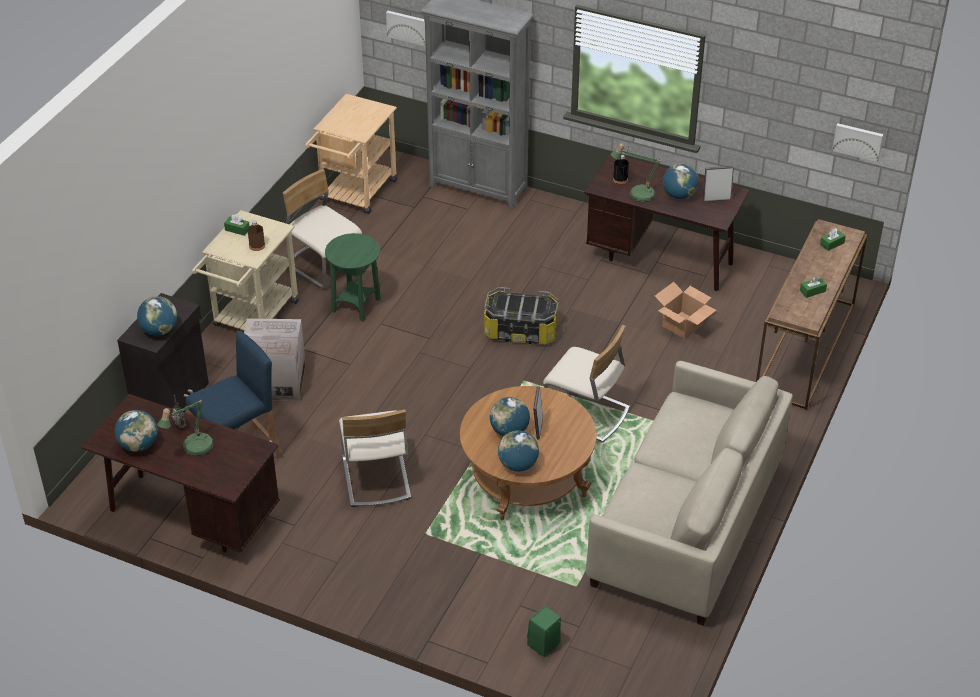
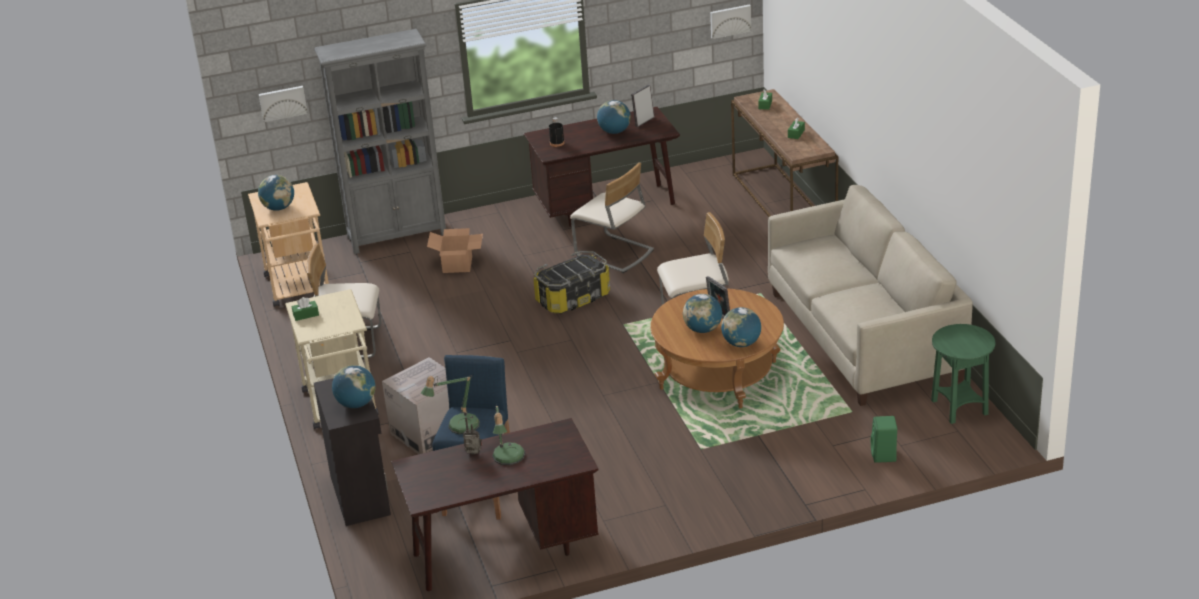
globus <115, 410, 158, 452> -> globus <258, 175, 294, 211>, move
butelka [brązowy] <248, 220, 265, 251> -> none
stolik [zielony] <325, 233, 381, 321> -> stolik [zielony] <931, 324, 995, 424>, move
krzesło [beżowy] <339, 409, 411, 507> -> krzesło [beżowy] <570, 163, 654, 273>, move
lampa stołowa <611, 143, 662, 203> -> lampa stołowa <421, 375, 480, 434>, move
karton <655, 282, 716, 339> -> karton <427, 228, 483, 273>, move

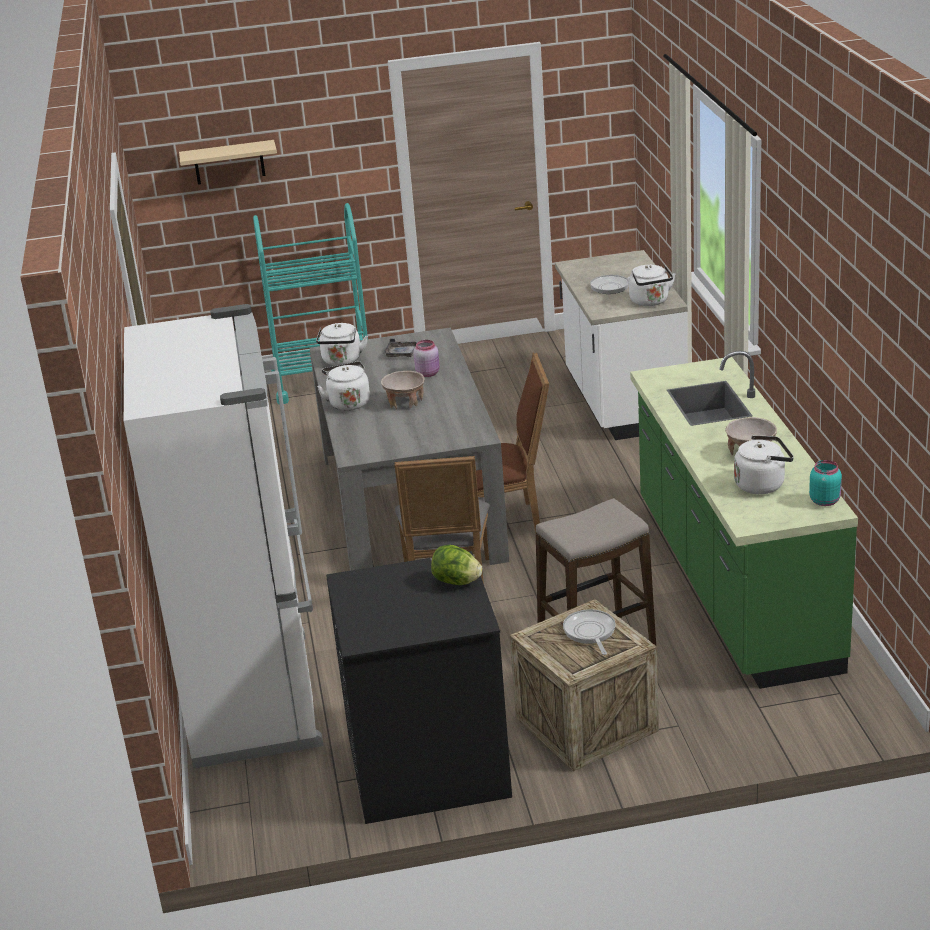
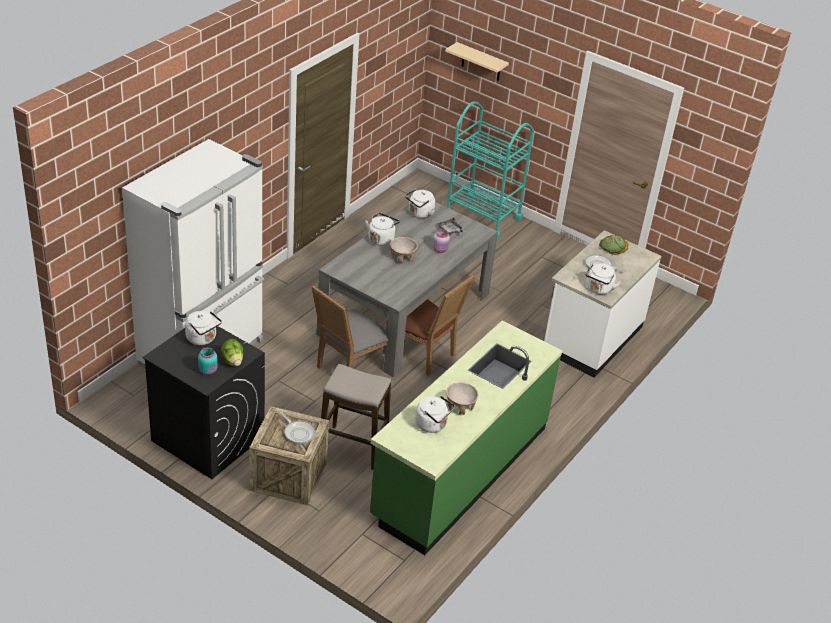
patelnia <563, 609, 615, 655> -> patelnia <280, 412, 316, 444>, 105 degrees clockwise
słoik [turkusowy] <809, 460, 842, 506> -> słoik [turkusowy] <198, 347, 218, 375>, move
none -> czajnik [biały] <185, 311, 222, 345>
none -> chleb <599, 235, 628, 255>

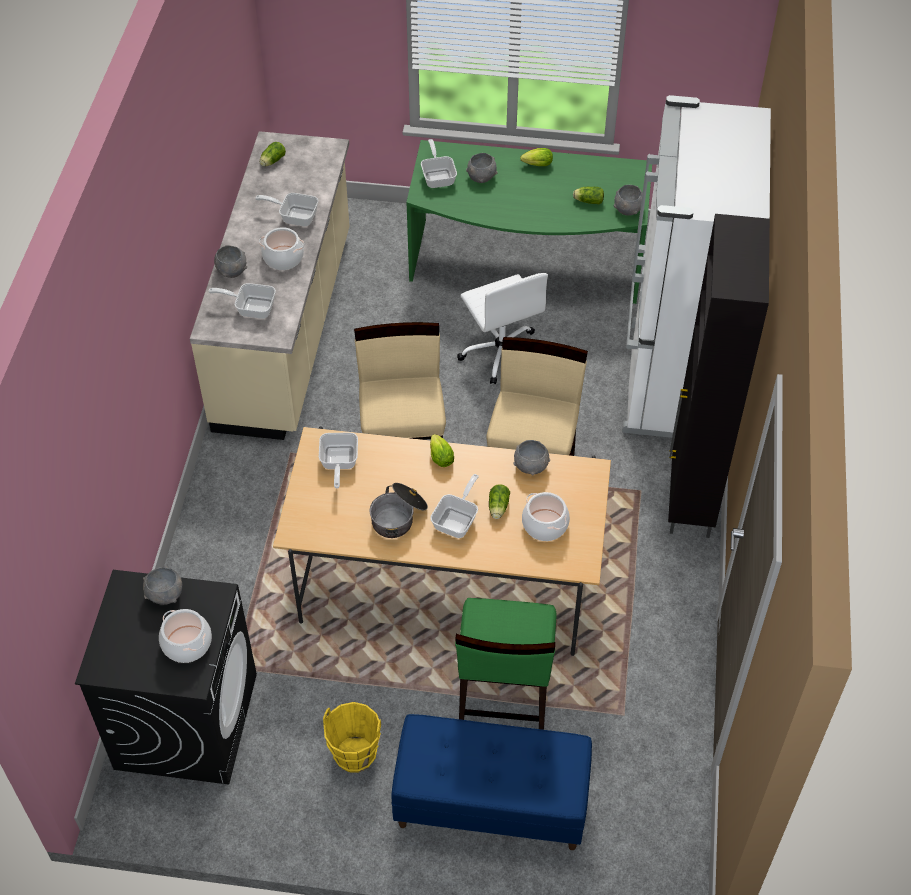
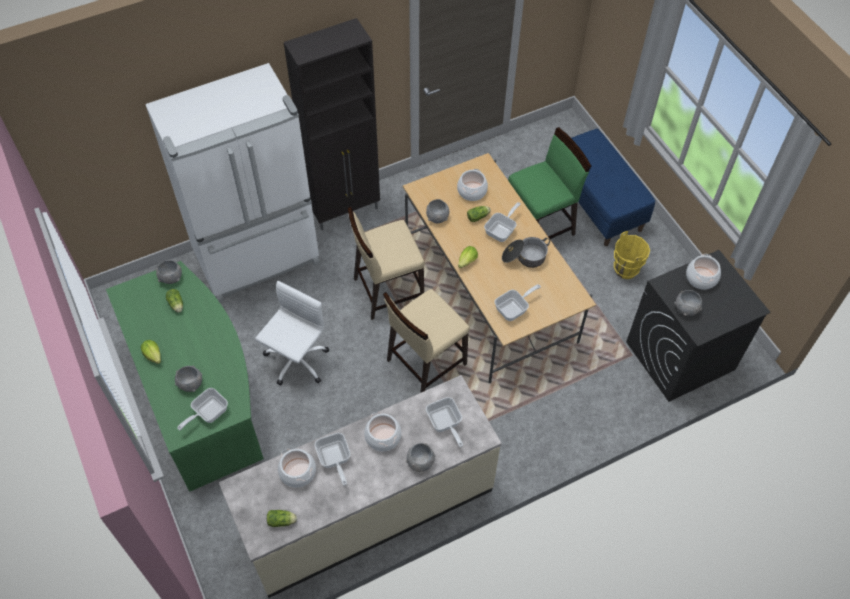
patelnia <430, 474, 479, 538> -> patelnia <484, 202, 521, 242>, 135 degrees clockwise
none -> garnek <278, 449, 316, 488>

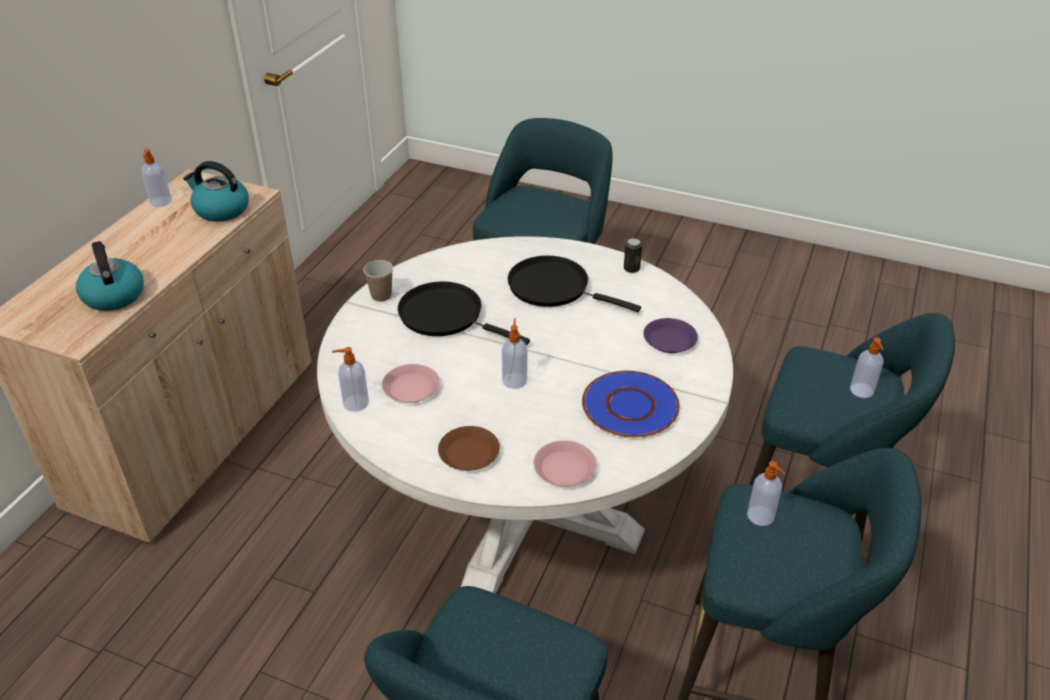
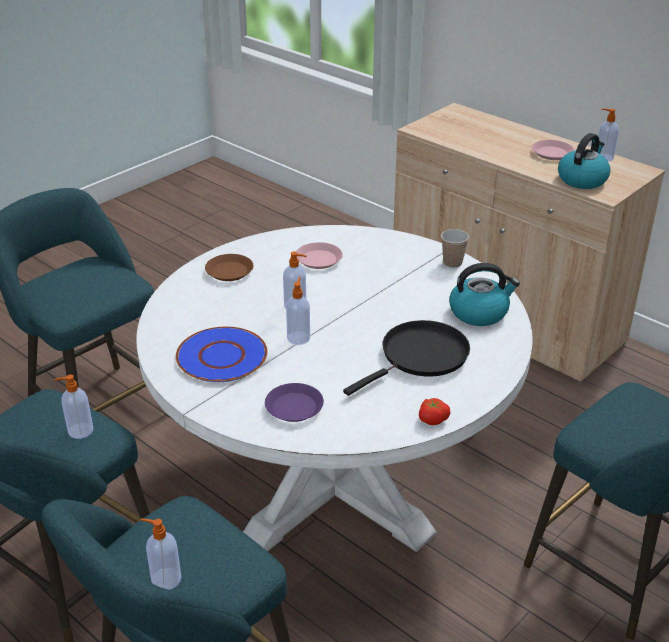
czajnik <76, 241, 144, 311> -> czajnik <449, 263, 520, 326>, move
dozownik mydła <332, 347, 369, 412> -> dozownik mydła <286, 276, 310, 345>, move
patelnia [czarny] <398, 281, 530, 345> -> none
talerz [różowy] <534, 440, 596, 487> -> talerz [różowy] <532, 140, 574, 160>, move
puszka <624, 238, 642, 273> -> pomidor <419, 398, 451, 425>

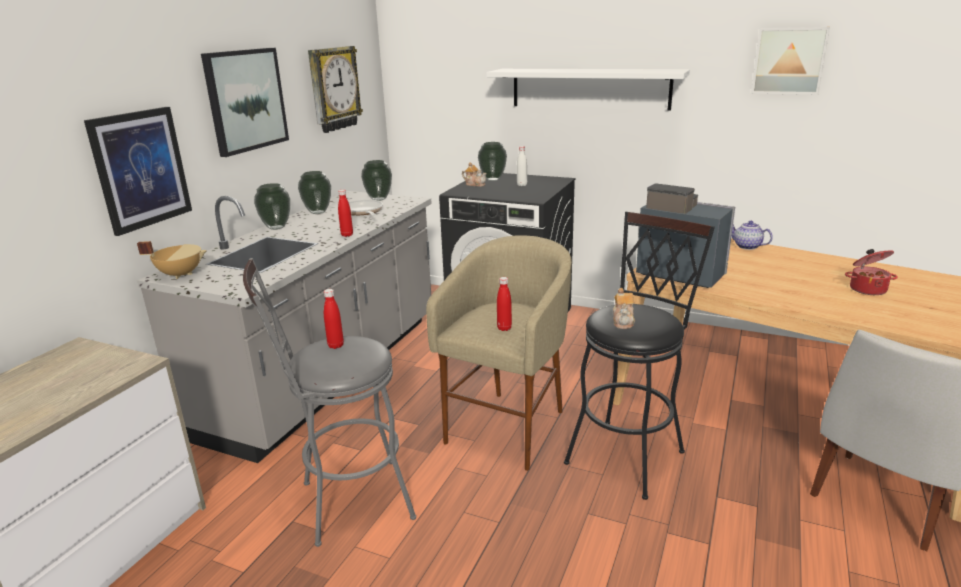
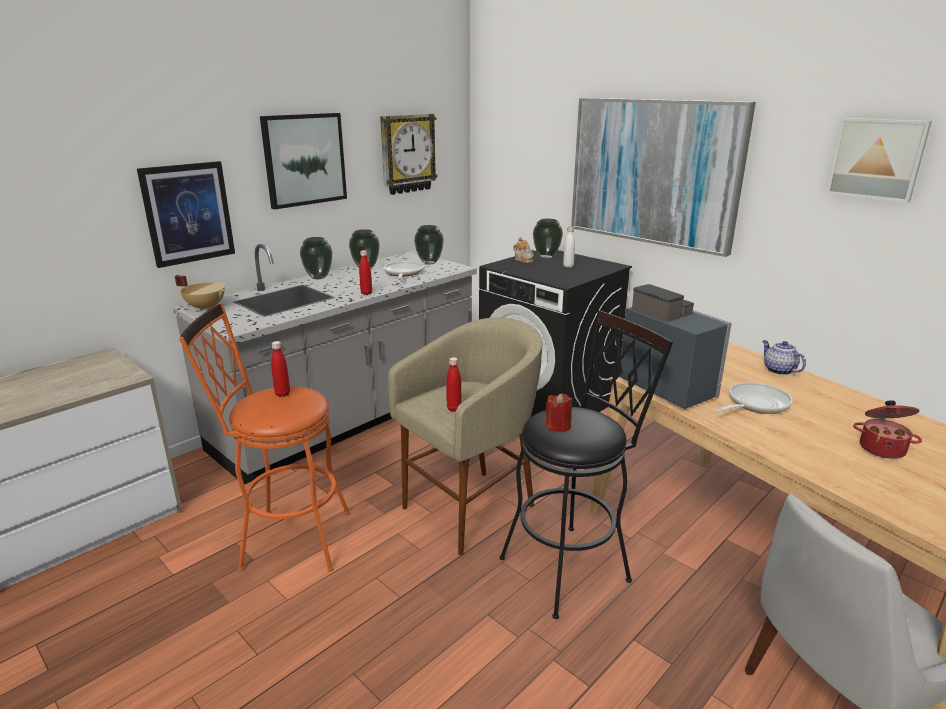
stołek [szary] <243, 258, 416, 547> -> stołek [pomarańczowy] <179, 303, 350, 572>
półka [biały] <486, 69, 690, 110> -> obraz <571, 98, 756, 257>
imbryk <613, 288, 635, 329> -> świeca [czerwony] <545, 393, 572, 433>
none -> patelnia <715, 382, 793, 414>

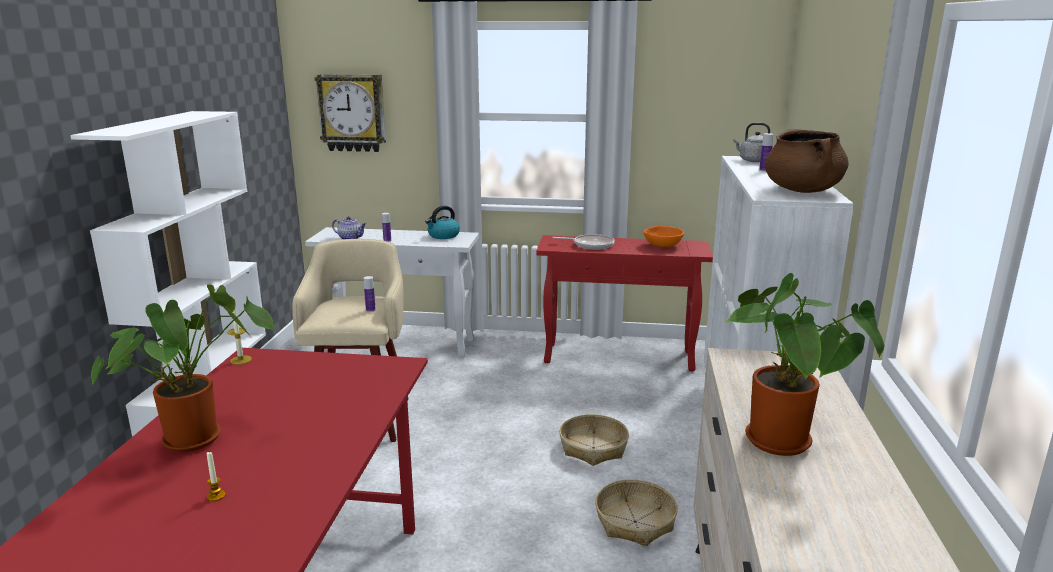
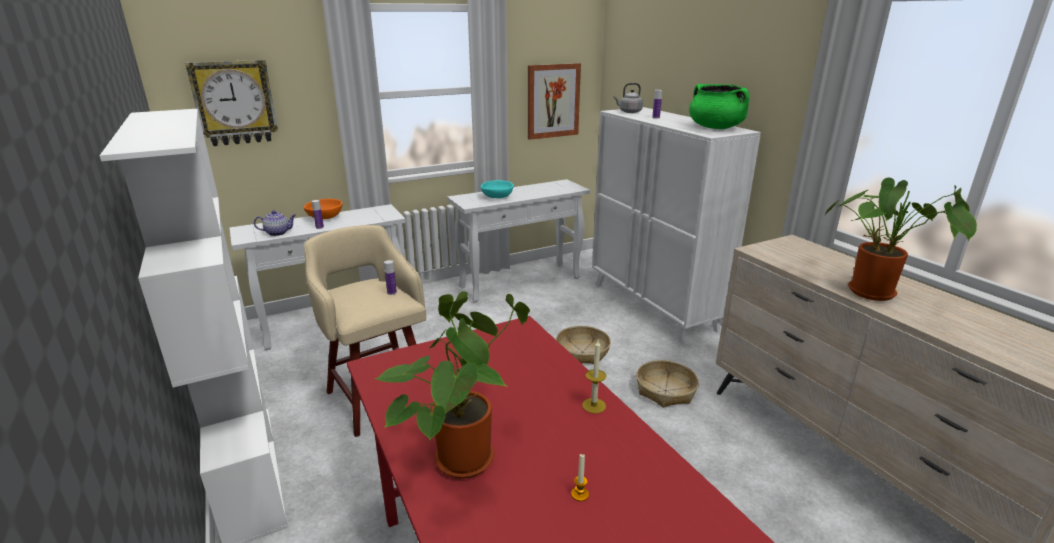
świeca <228, 304, 252, 365> -> świeca <582, 340, 606, 413>, move
czajnik <425, 206, 460, 239> -> none
stolik konsolowy [czerwony] <536, 235, 713, 371> -> stolik konsolowy [biały] <447, 179, 590, 302>
patelnia <552, 234, 615, 250> -> miska [turkusowy] <481, 180, 514, 198>
miska [pomarańczowy] <643, 226, 684, 247> -> miska [pomarańczowy] <304, 199, 343, 219>, move
garnek [brązowy] <765, 129, 848, 193> -> garnek [zielony] <689, 84, 749, 129>
none -> obraz <528, 63, 581, 140>

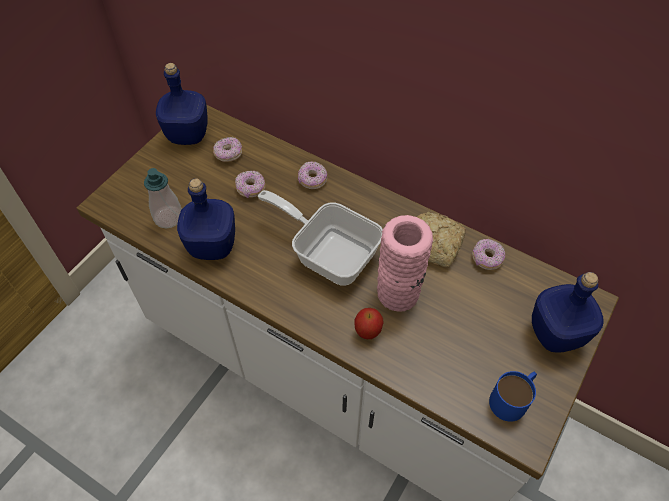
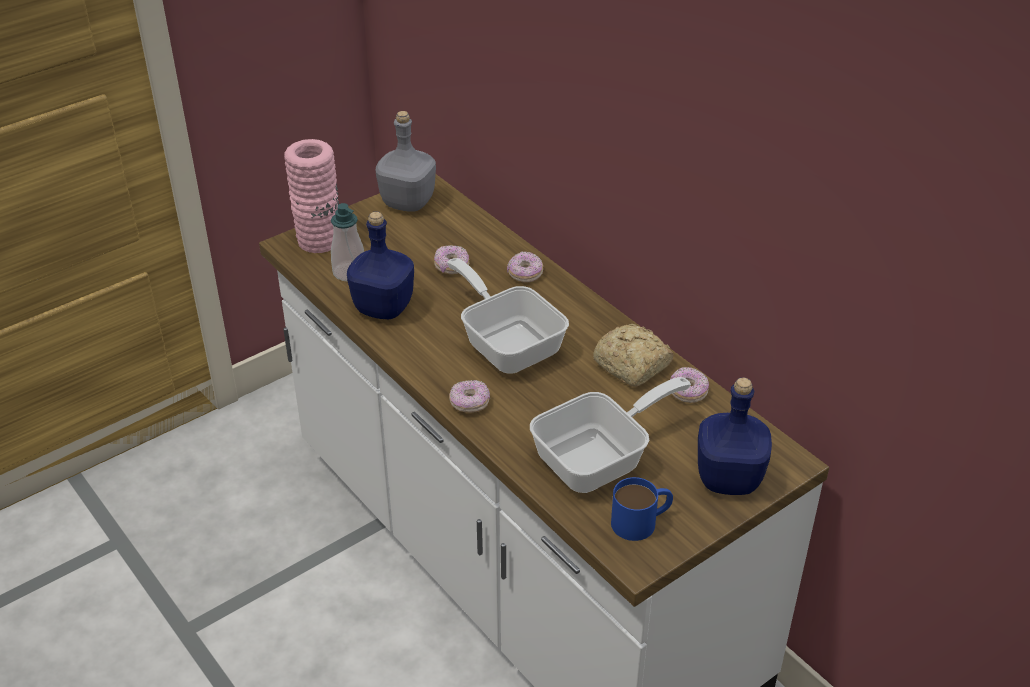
butelka [niebieski] <156, 63, 208, 145> -> butelka [szary] <376, 111, 436, 212>
donut <213, 137, 242, 162> -> donut <449, 380, 490, 413>, move
jabłko <354, 308, 383, 339> -> none
wazon [różowy] <377, 215, 433, 312> -> wazon [różowy] <284, 139, 339, 253>, move
none -> patelnia <530, 377, 691, 493>

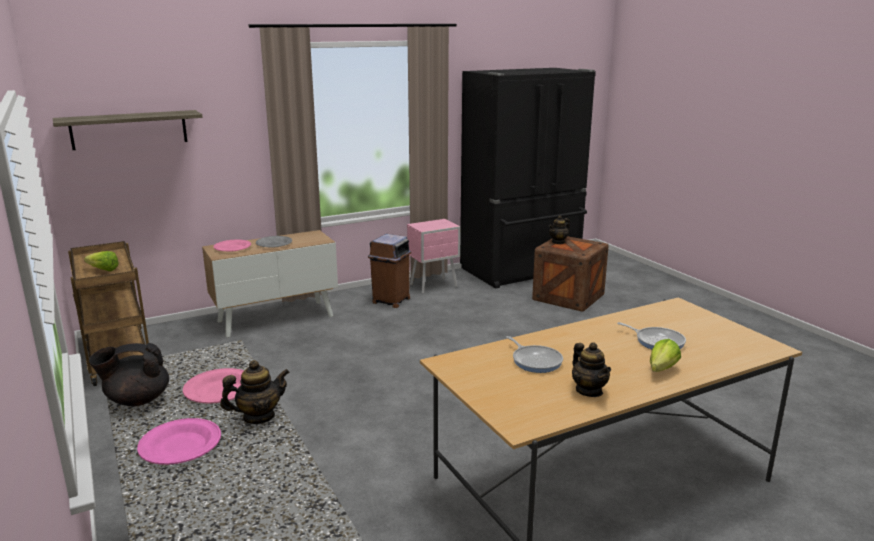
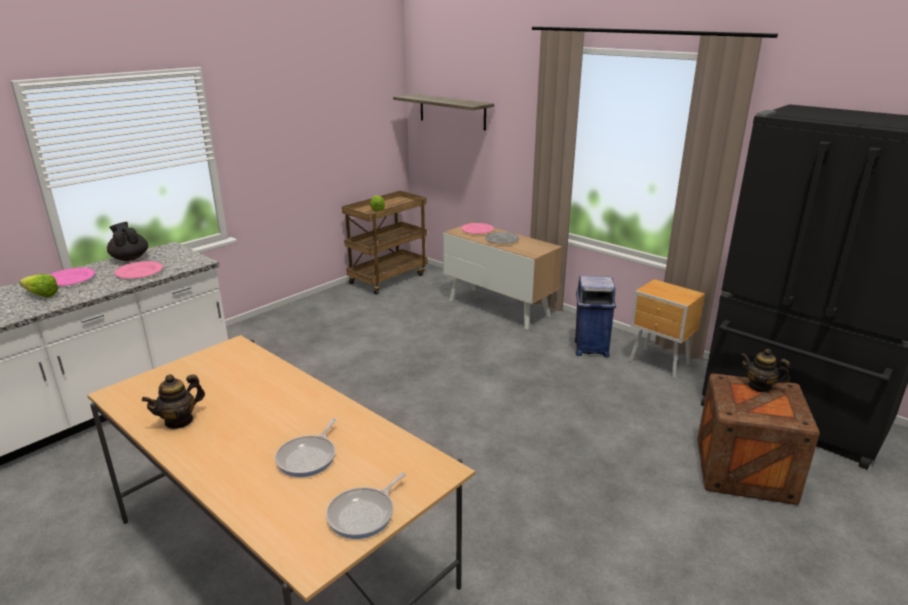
imbryk <220, 360, 290, 424> -> none
kosz na śmieci [brązowy] <368, 234, 411, 308> -> kosz na śmieci [niebieski] <575, 276, 616, 357>
szafka nocna [różowy] <407, 219, 461, 294> -> szafka nocna [brązowy] <629, 279, 705, 378>
patelnia <506, 336, 563, 373> -> patelnia <326, 472, 406, 539>, move
sałata <650, 339, 681, 372> -> sałata <19, 274, 59, 298>, move

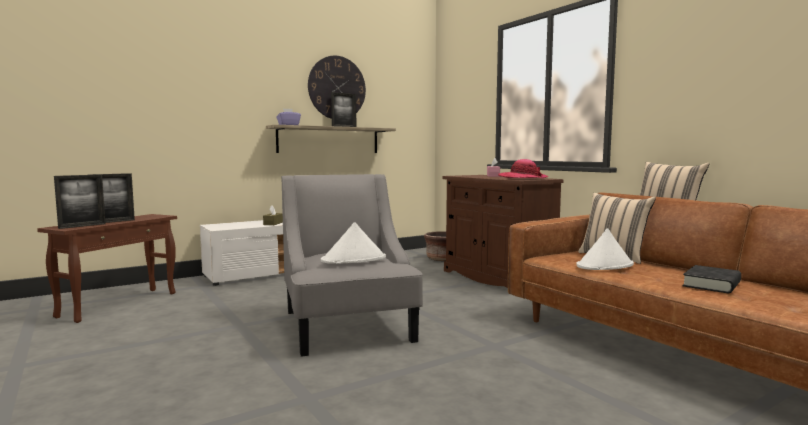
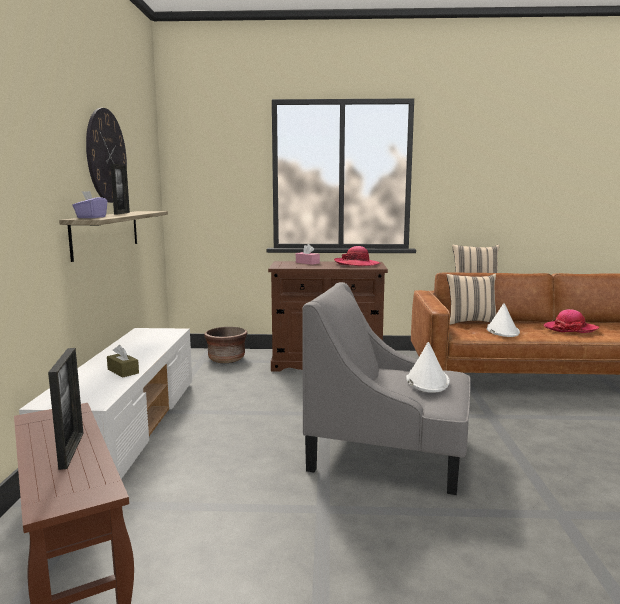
ramka na zdjęcie <54, 174, 105, 229> -> none
książka [czarny] <682, 265, 741, 293> -> kapelusz <544, 309, 599, 333>

